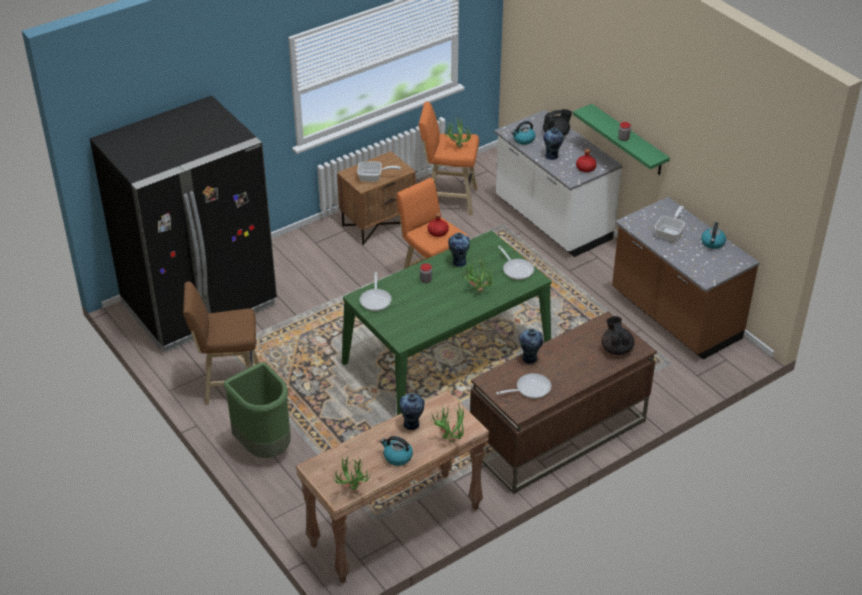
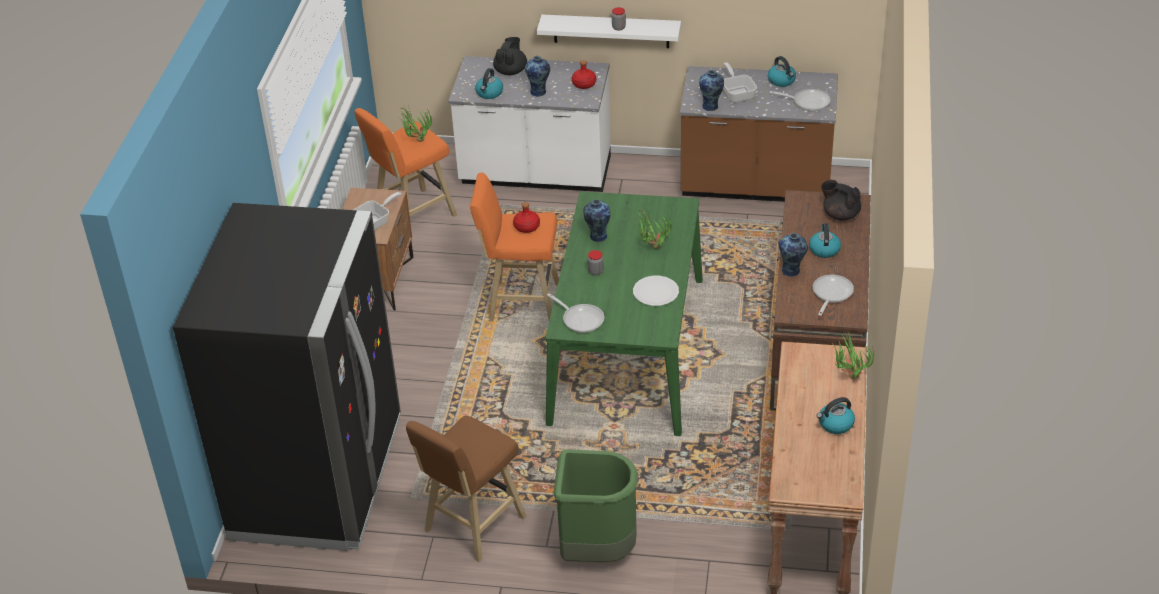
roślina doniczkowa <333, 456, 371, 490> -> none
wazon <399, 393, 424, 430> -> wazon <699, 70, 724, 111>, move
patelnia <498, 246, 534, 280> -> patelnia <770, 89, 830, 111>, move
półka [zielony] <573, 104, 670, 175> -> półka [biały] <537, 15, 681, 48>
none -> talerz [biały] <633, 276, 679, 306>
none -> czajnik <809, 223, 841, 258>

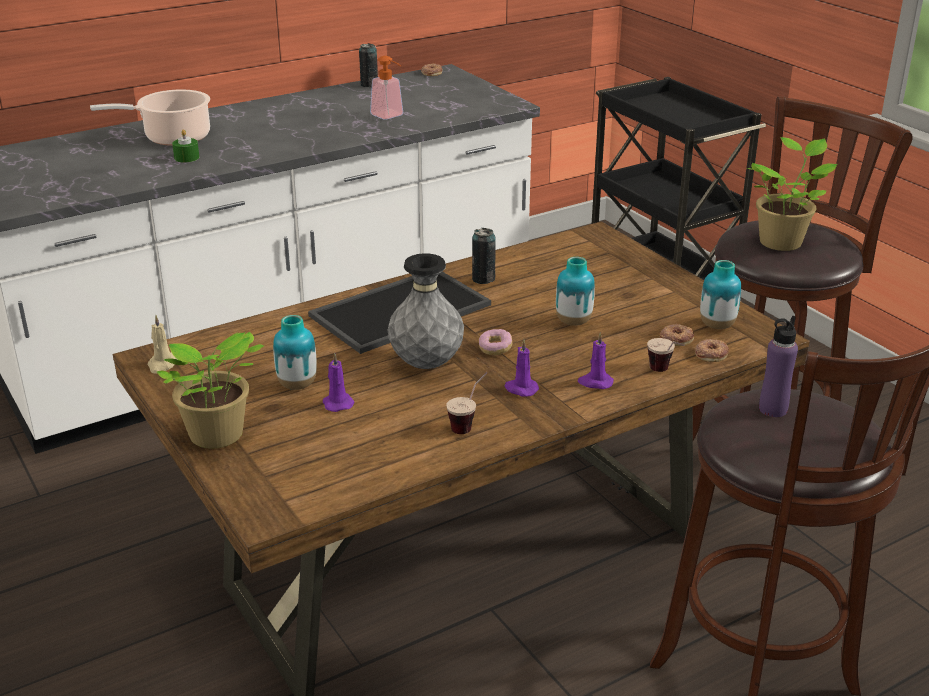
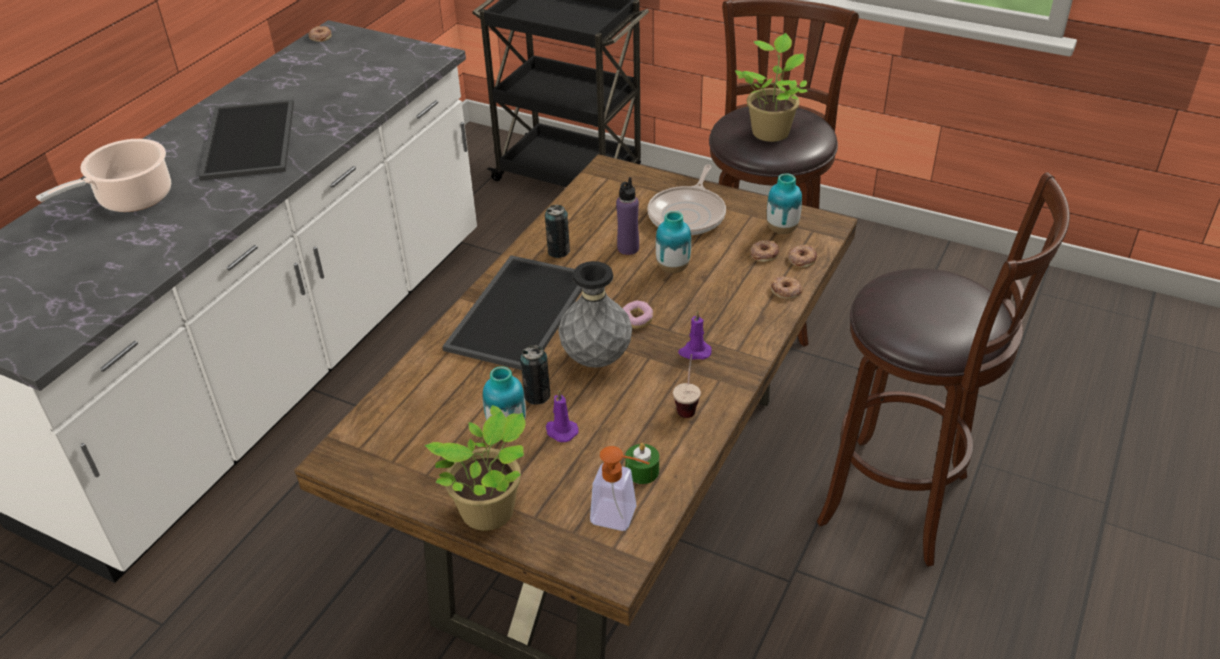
świeca [beżowy] <147, 315, 177, 374> -> none
świeca [zielony] <172, 129, 199, 163> -> świeca [zielony] <625, 443, 659, 484>, move
puszka <359, 43, 378, 87> -> puszka <520, 345, 550, 405>, move
dozownik mydła <370, 56, 403, 120> -> dozownik mydła <590, 446, 650, 531>, move
świeca [fioletowy] <578, 333, 614, 389> -> none
filiżanka <647, 338, 684, 372> -> donut <771, 276, 803, 299>
butelka [fioletowy] <759, 316, 798, 417> -> butelka [fioletowy] <616, 177, 639, 255>, move
none -> taca <199, 99, 294, 181>
none -> patelnia <647, 164, 726, 235>

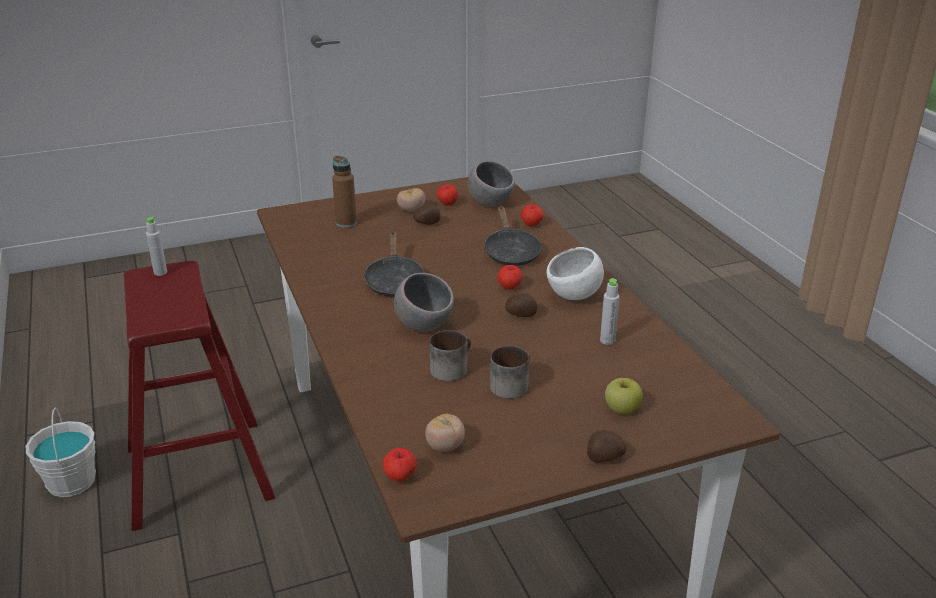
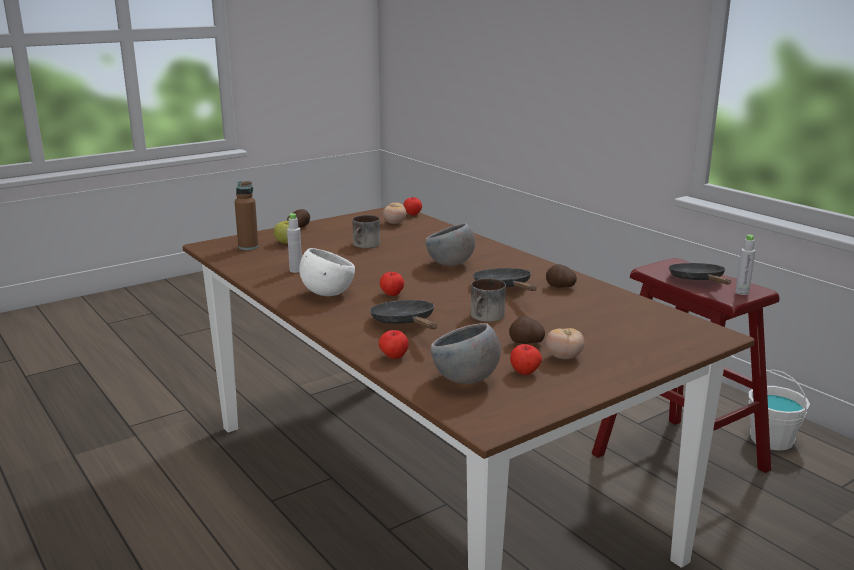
butelka [brązowy] <332, 156, 357, 228> -> butelka [brązowy] <235, 181, 259, 250>, move
kubek <429, 330, 471, 381> -> kubek <471, 278, 506, 322>, move
ziemniak <505, 293, 537, 317> -> ziemniak <546, 264, 577, 288>, move
none -> patelnia [czarny] <669, 263, 731, 285>

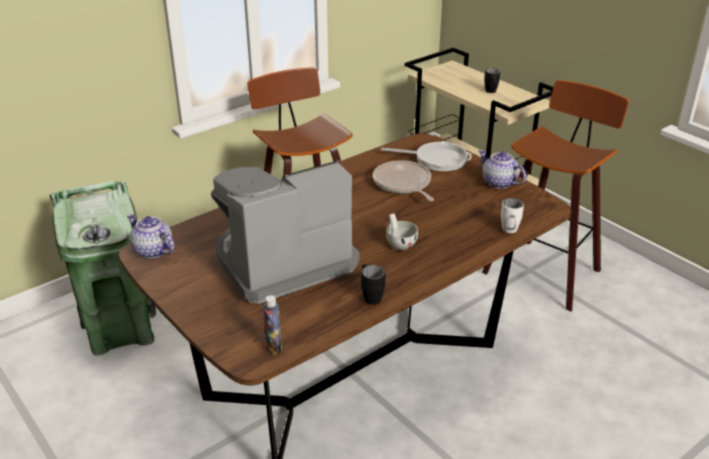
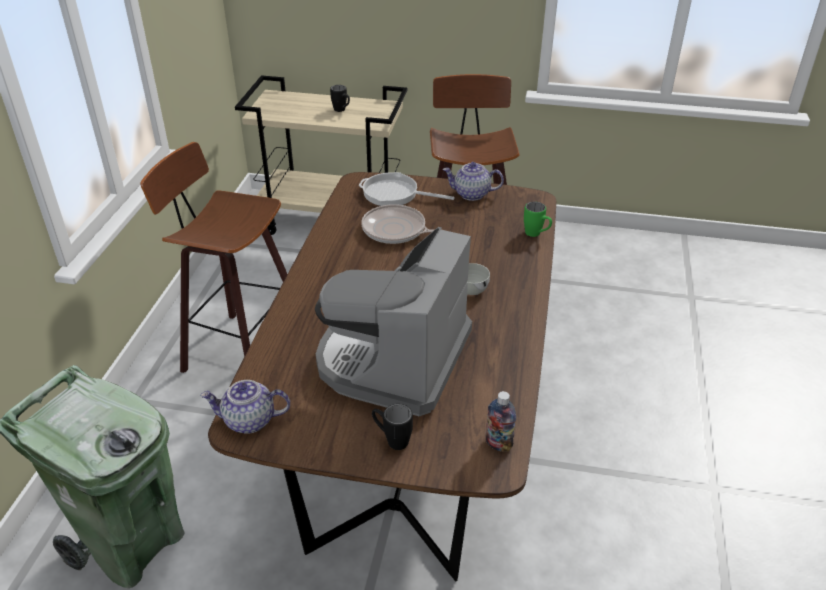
kubek [czarny] <361, 264, 386, 305> -> kubek [czarny] <372, 404, 413, 450>, move
patelnia <381, 141, 472, 172> -> patelnia <359, 172, 455, 206>, 135 degrees counterclockwise
kubek [biały] <501, 198, 524, 233> -> kubek [zielony] <524, 202, 552, 237>

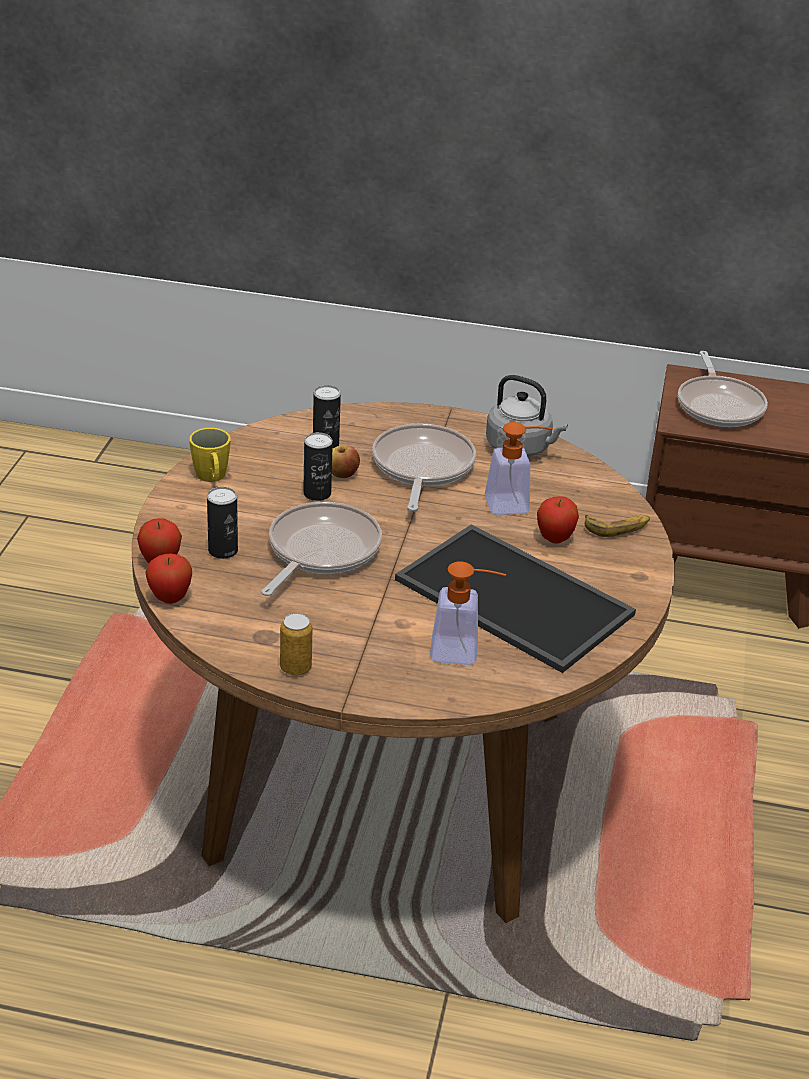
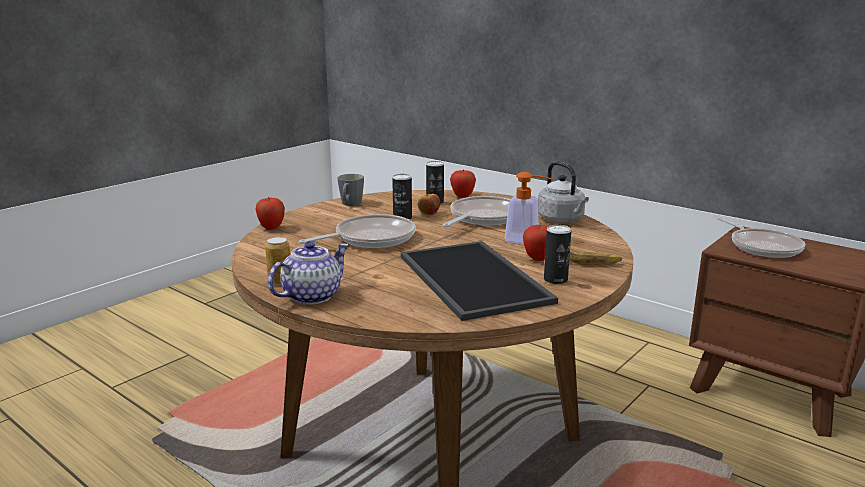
jabłko <146, 553, 192, 604> -> jabłko <450, 170, 476, 198>, move
kubek [żółty] <189, 428, 230, 482> -> kubek [szary] <337, 174, 364, 206>
puszka <207, 487, 238, 559> -> puszka <544, 225, 571, 284>, move
dozownik mydła <430, 561, 506, 665> -> none
patelnia <678, 351, 768, 427> -> patelnia <717, 217, 805, 258>, 45 degrees counterclockwise
none -> imbryk <268, 241, 349, 304>

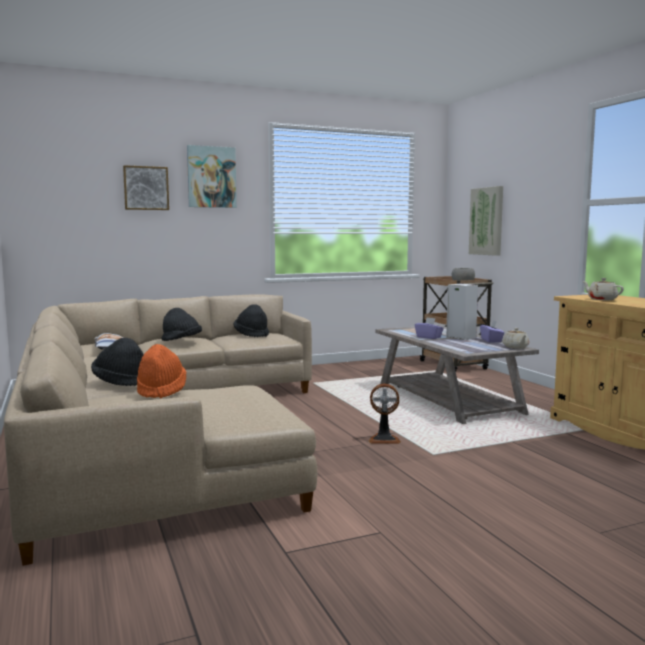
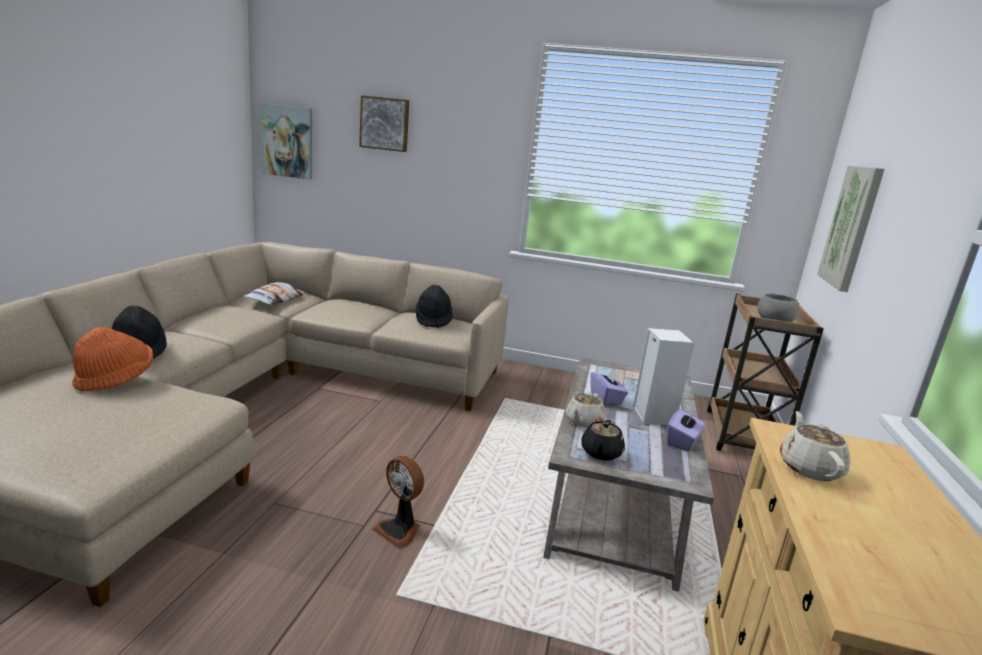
kapelusz [czarny] <161, 308, 202, 341> -> none
obraz <187, 145, 237, 208> -> obraz <260, 103, 312, 180>, move
imbryk [beżowy] <503, 328, 529, 349> -> imbryk [beżowy] <566, 392, 605, 428>, move
none -> imbryk [czarny] <581, 420, 625, 460>

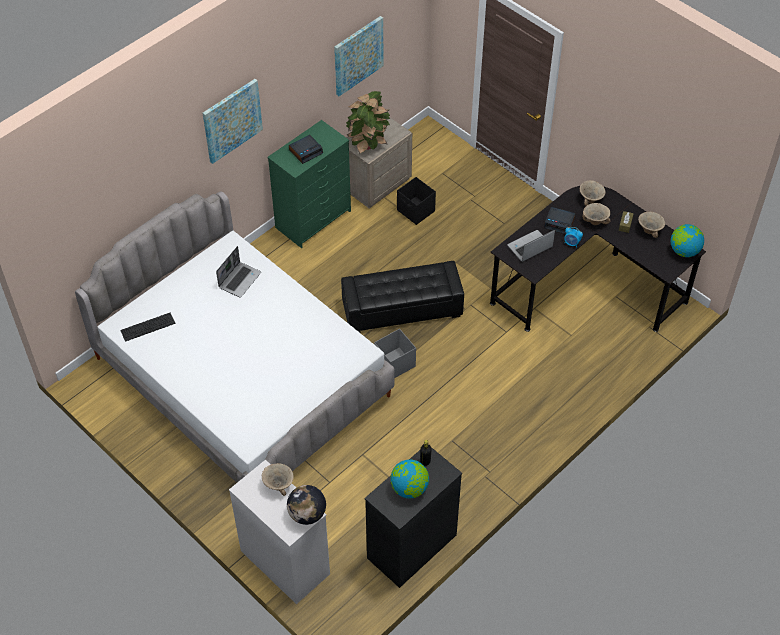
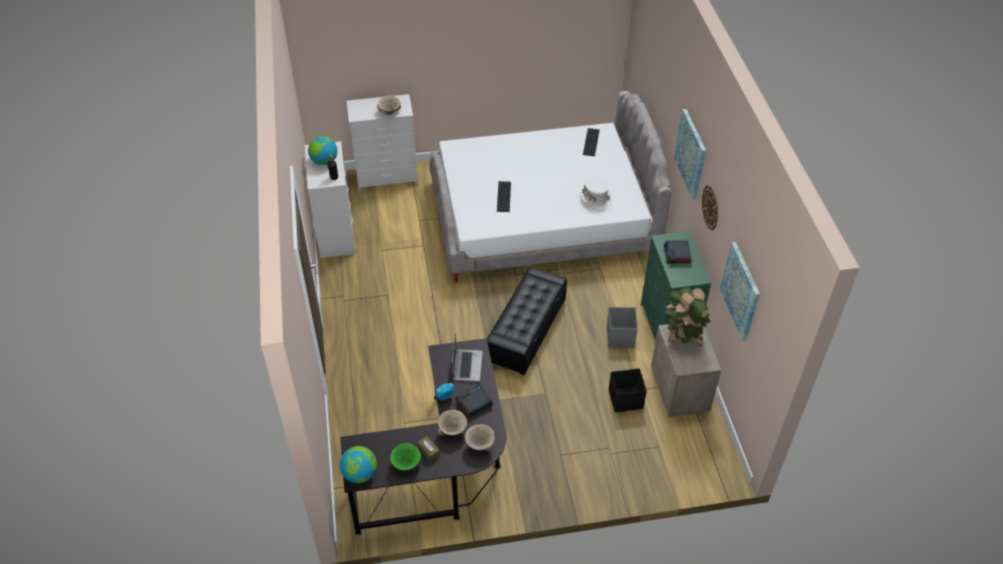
laptop <216, 246, 261, 298> -> kapelusz [biały] <580, 176, 612, 211>
globus <287, 485, 326, 525> -> none
komoda [czarny] <365, 447, 462, 588> -> komoda [biały] <305, 141, 356, 258>
pojemnik do przechowywania [szary] <374, 329, 416, 378> -> pojemnik do przechowywania [szary] <607, 307, 638, 348>, move
miska [beżowy] <638, 212, 665, 238> -> miska [zielony] <390, 443, 421, 470>
none -> klawiatura <497, 181, 511, 212>
none -> zegar ścienny <702, 185, 718, 230>

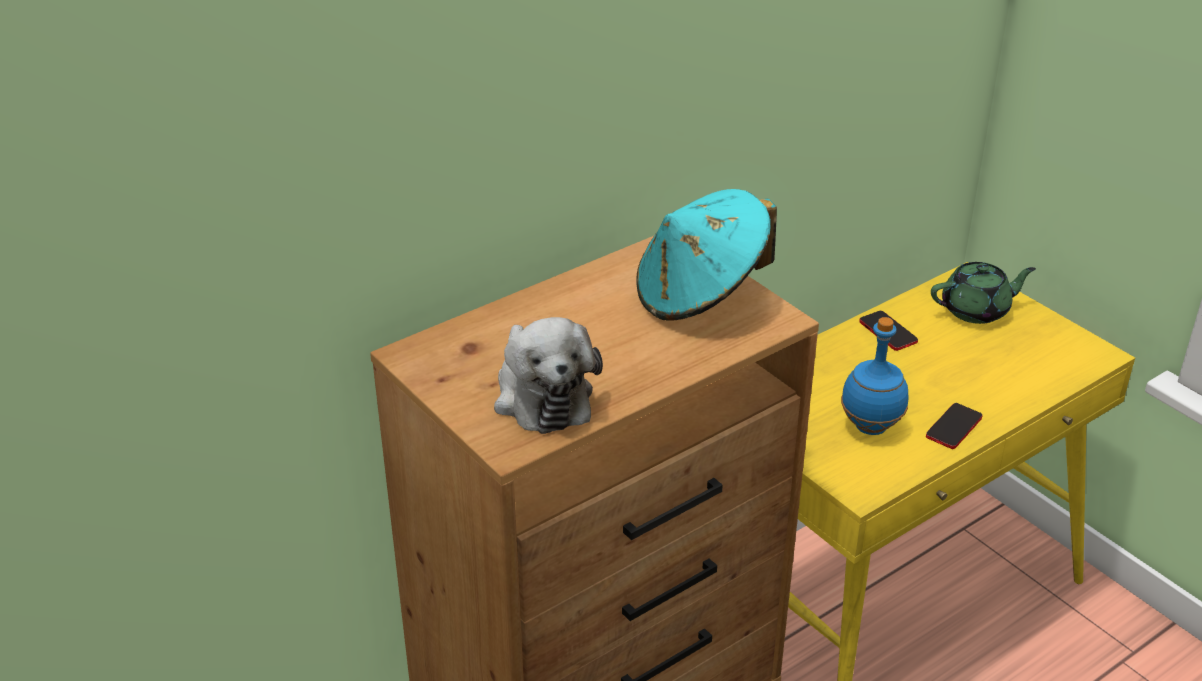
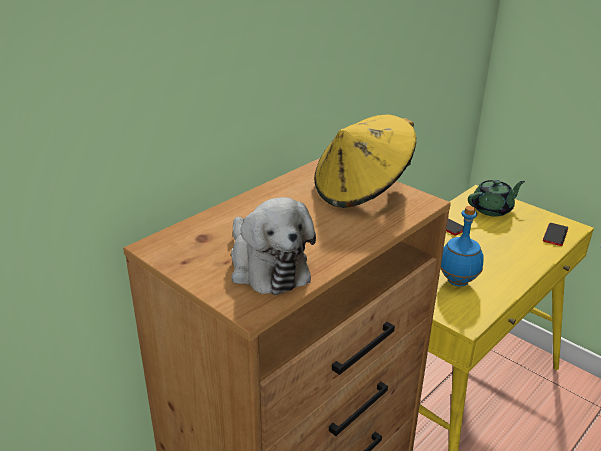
kapelusz [turkusowy] <636, 189, 777, 321> -> kapelusz [żółty] <314, 115, 416, 208>
telefon <926, 403, 982, 449> -> telefon <543, 223, 568, 246>, move

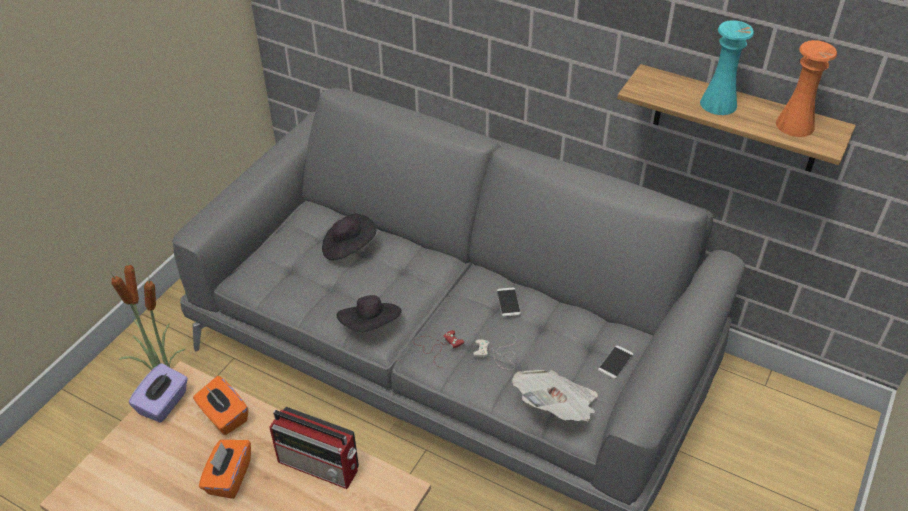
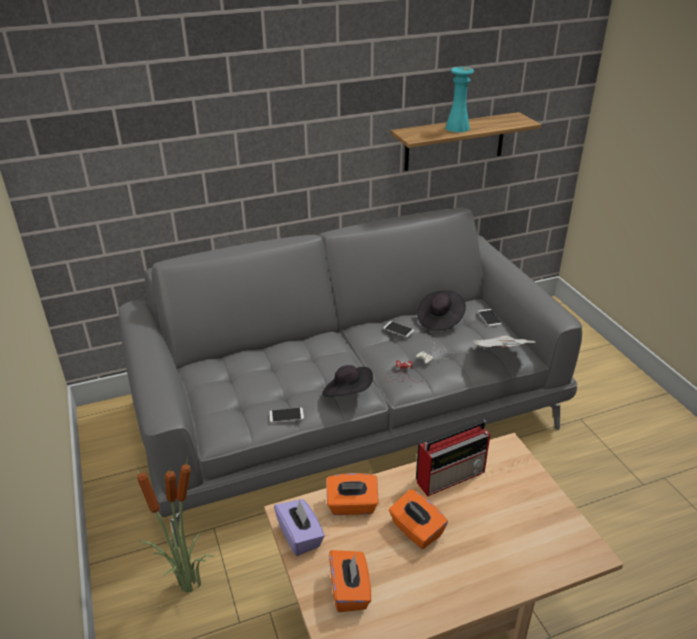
kapelusz [czarny] <322, 214, 376, 260> -> kapelusz [czarny] <417, 290, 466, 331>, move
wazon [pomarańczowy] <776, 40, 837, 137> -> none
none -> telefon <269, 408, 304, 423>
none -> pudełko chusteczek [pomarańczowy] <329, 550, 371, 612>

